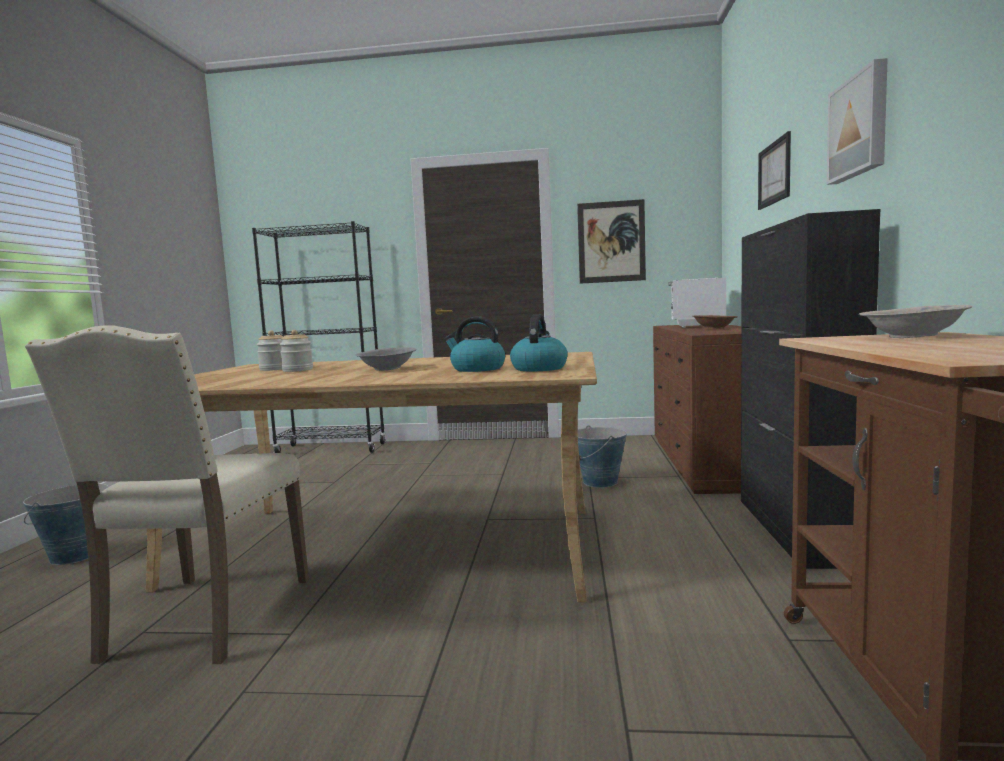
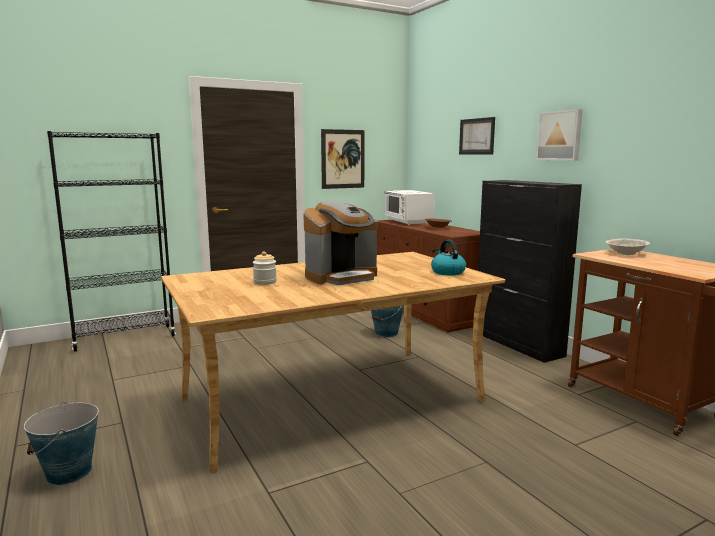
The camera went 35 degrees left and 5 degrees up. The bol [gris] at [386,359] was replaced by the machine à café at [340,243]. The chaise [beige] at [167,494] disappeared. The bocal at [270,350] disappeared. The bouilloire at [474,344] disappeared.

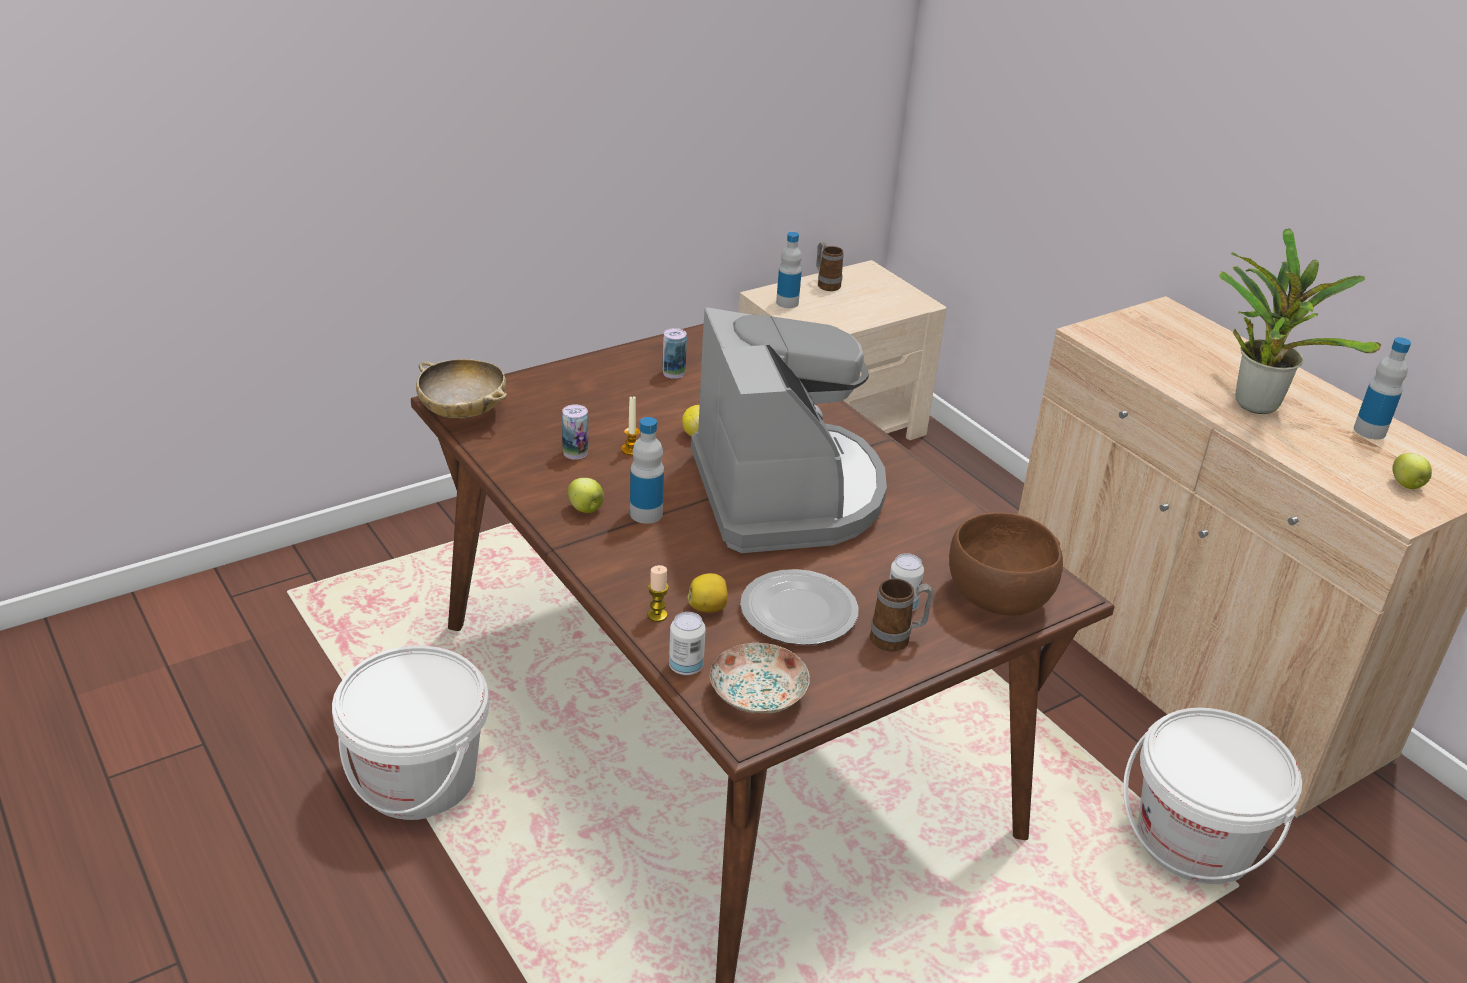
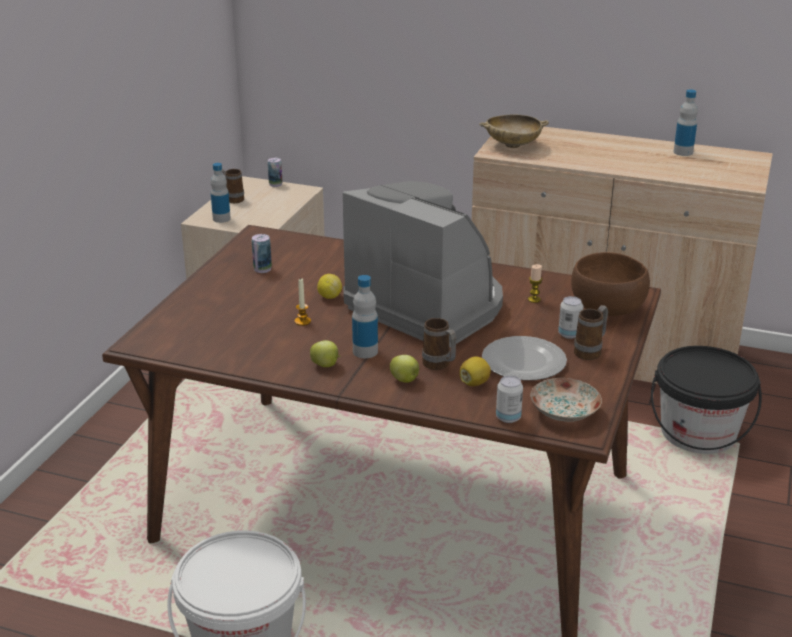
The camera went 35 degrees left and 5 degrees down. The boîte métallique moved from [575,432] to [275,172]. The pomme moved from [1412,471] to [404,369]. The mug at [439,344] appeared. The bol [beige] moved from [461,388] to [514,131]. The bougie moved from [658,593] to [535,283]. The seau [blanc] at [1212,796] became the seau [noir] at [706,400]. The plante en pot at [1300,321] disappeared.

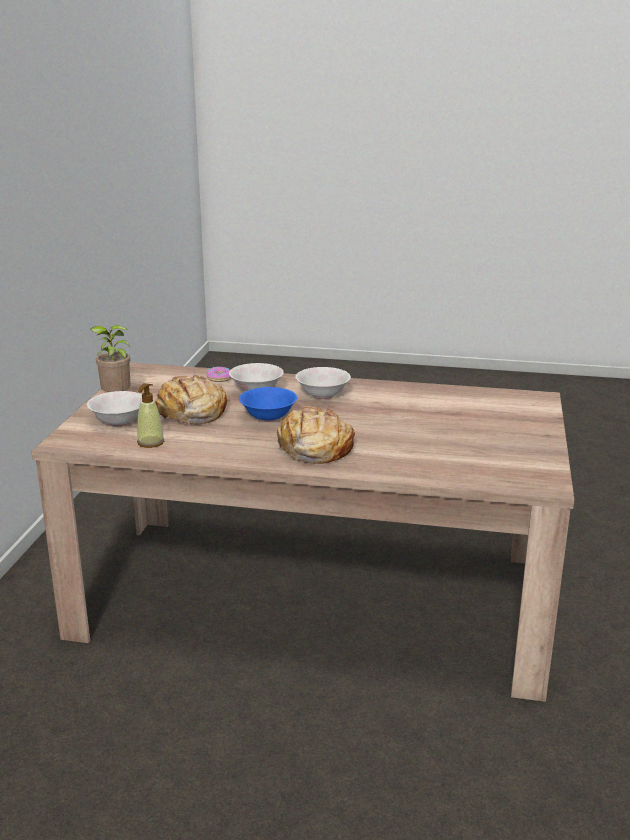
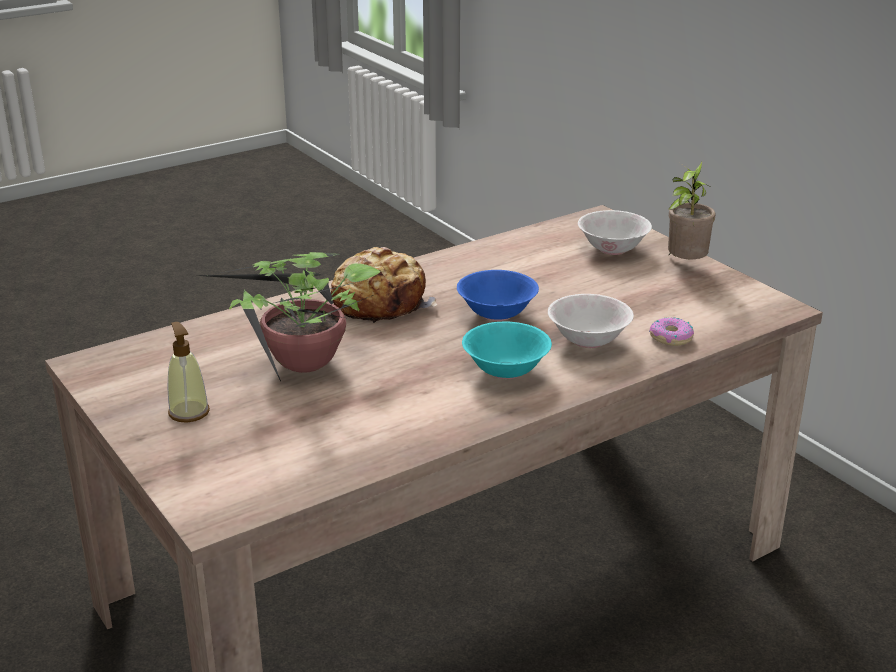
The camera went 135 degrees right and 5 degrees up. The distributeur de savon moved from [150,415] to [189,372]. The plante en pot at [287,316] appeared. The bol [blanc] at [323,383] became the bol [turquoise] at [507,350]. The pain at [191,399] disappeared.

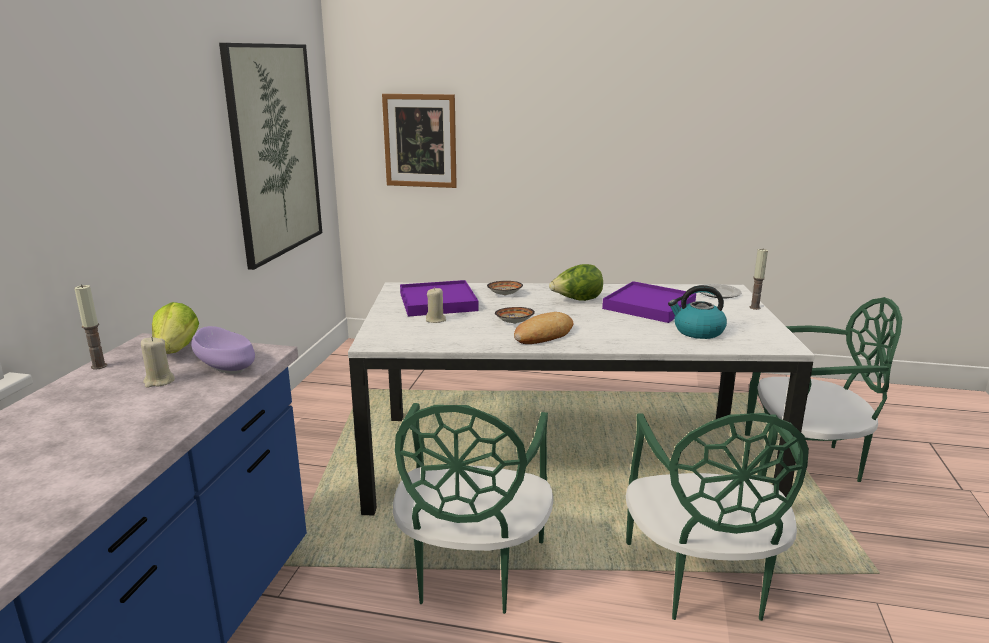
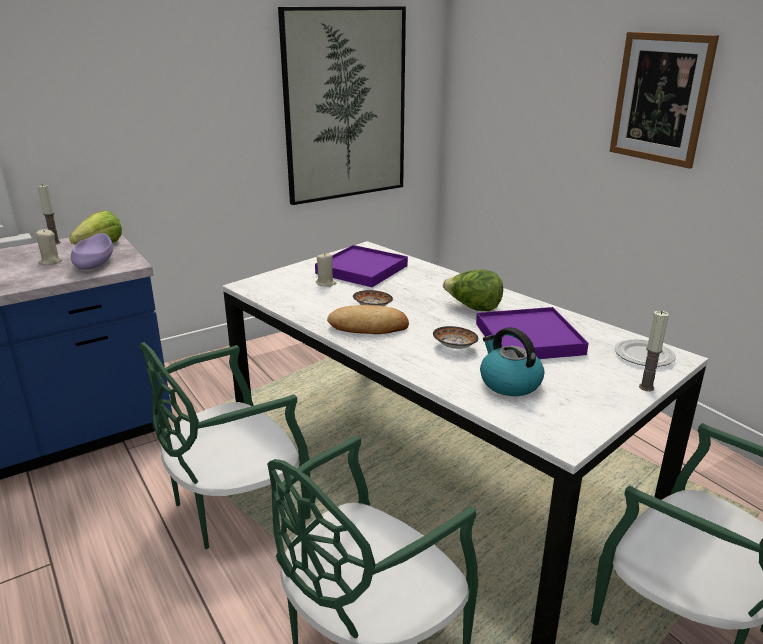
The camera went 45 degrees right and 5 degrees up. The bol moved from [505,288] to [455,337]. The tableau moved from [419,141] to [664,100].

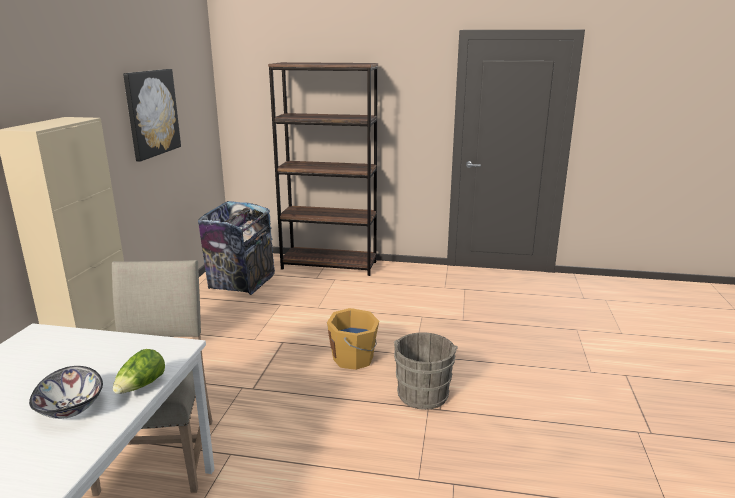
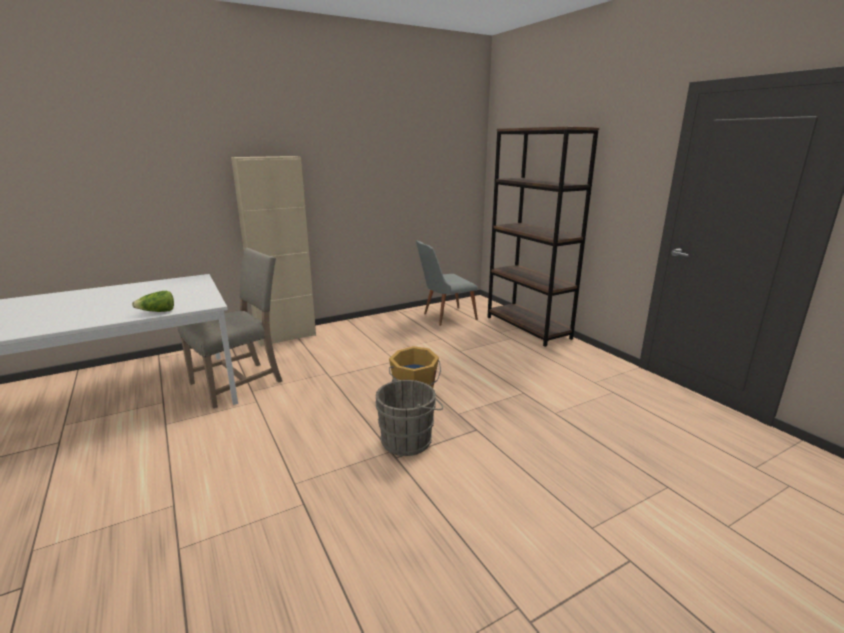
The camera went 50 degrees right and 0 degrees up. The poubelle at [236,248] was replaced by the chaise [gris] at [447,283]. The bol at [66,392] disappeared. The tableau at [152,115] disappeared.

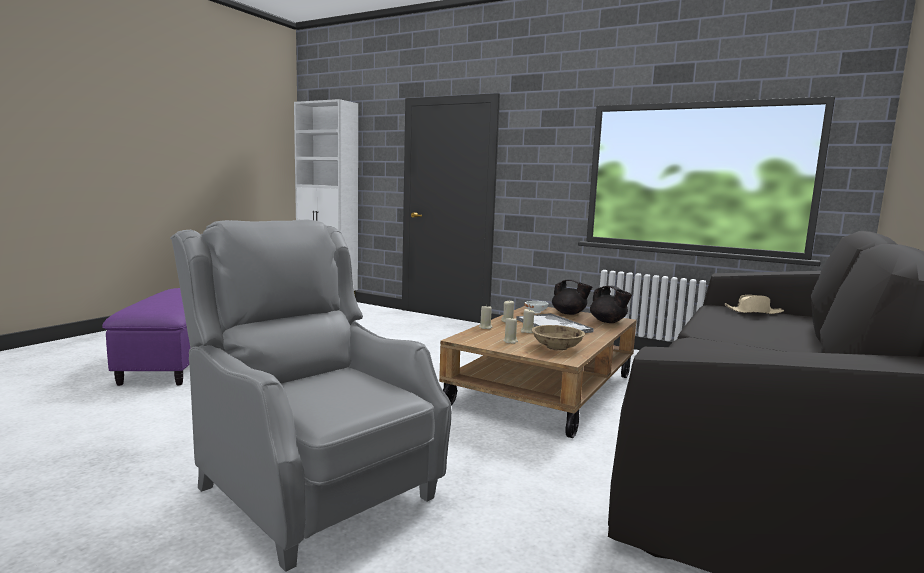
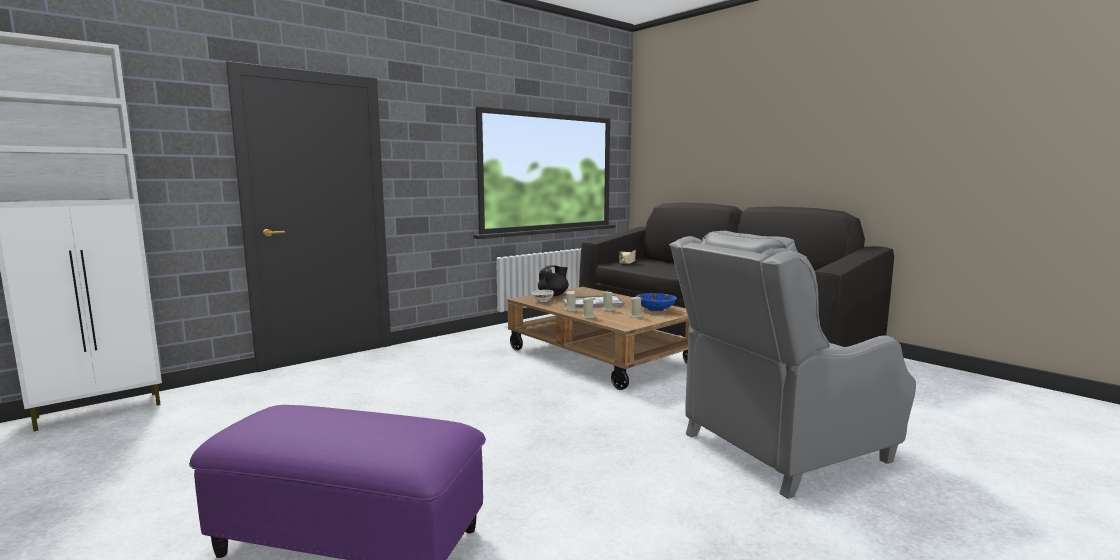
The camera went 70 degrees left and 0 degrees up. The bol [beige] at [558,338] became the bol [bleu] at [657,302]. The théière [noir] at [611,304] disappeared.

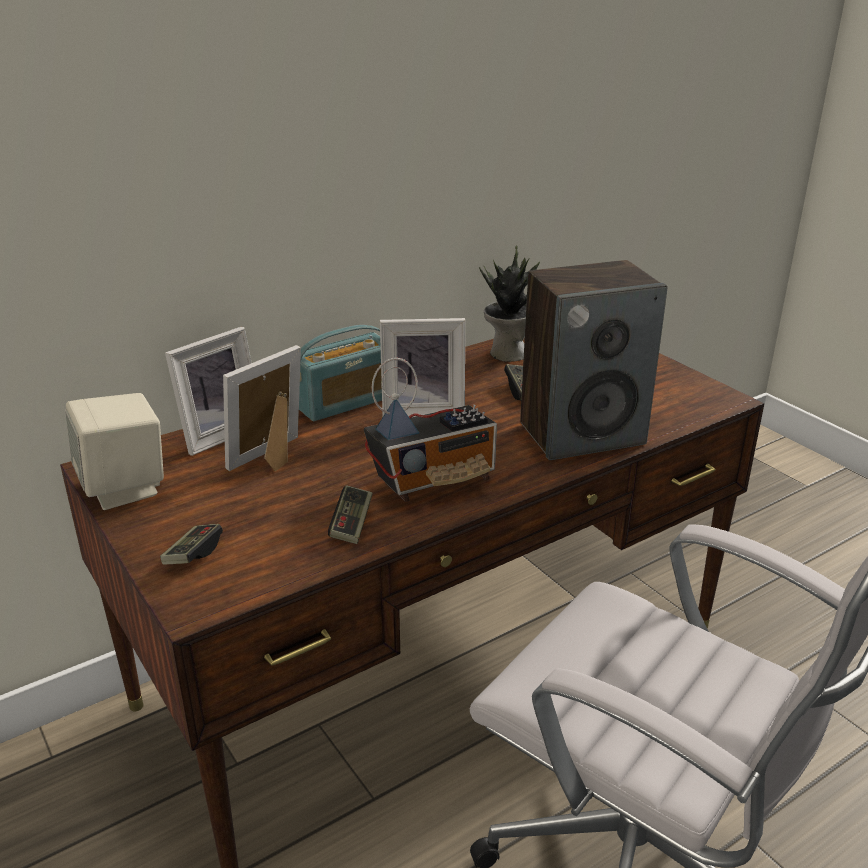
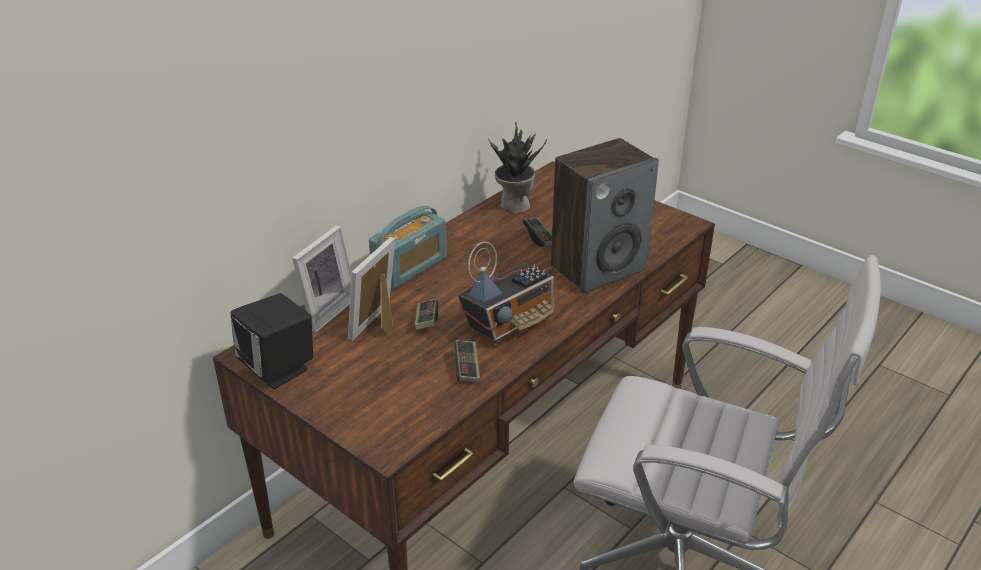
The camera went 15 degrees left and 5 degrees up. The enceinte [beige] at [114,451] became the enceinte [noir] at [272,341]. The manette moved from [191,544] to [426,314]. The cadre photo at [422,367] disappeared.

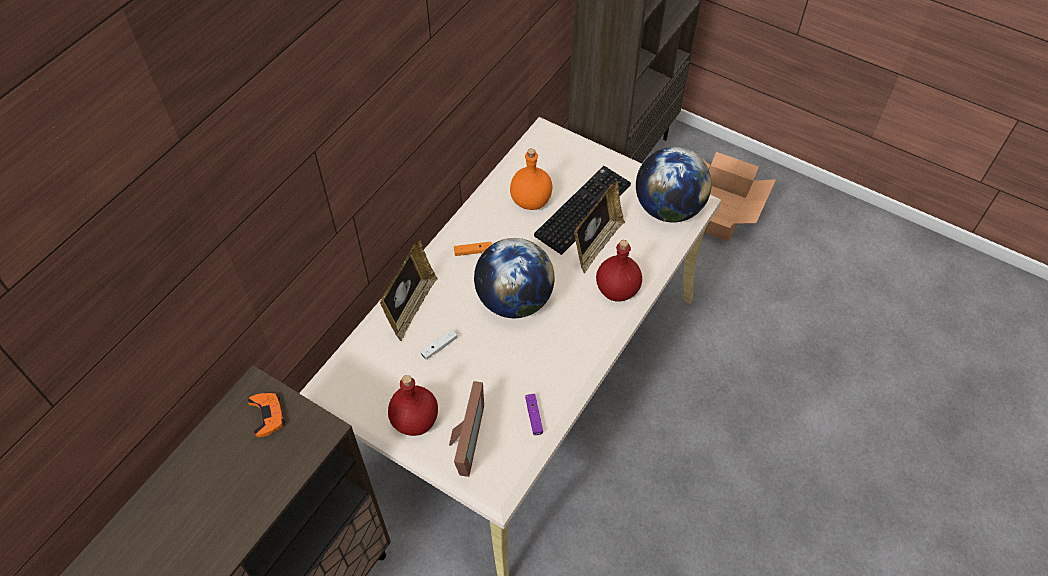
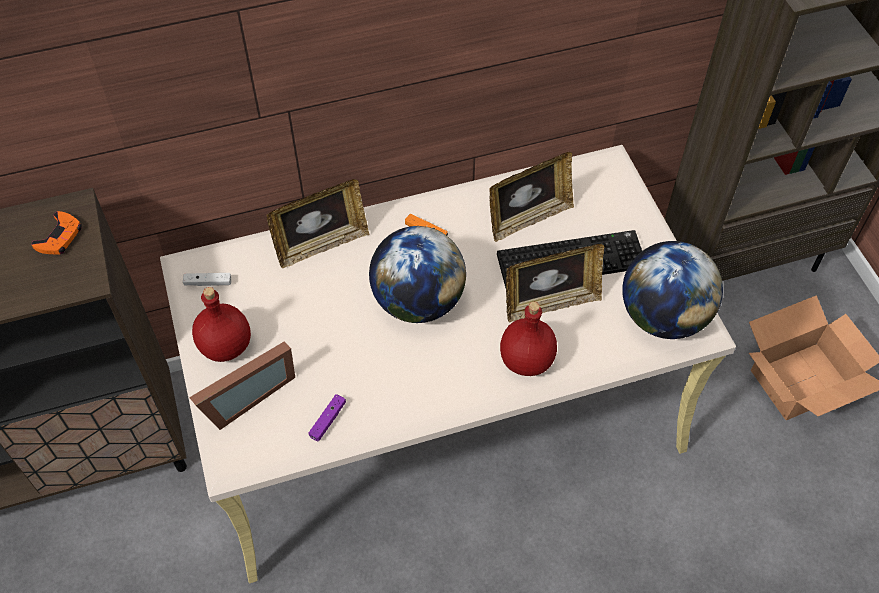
The camera went 40 degrees right and 0 degrees up. The manette [blanc] moved from [439,344] to [207,279]. The bouteille [orange] at [531,179] was replaced by the cadre photo at [531,197].

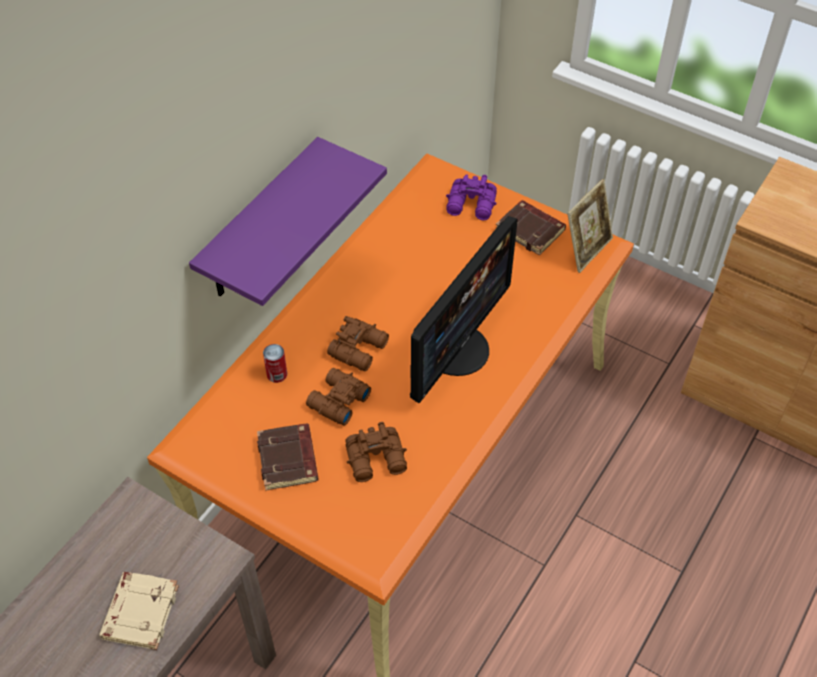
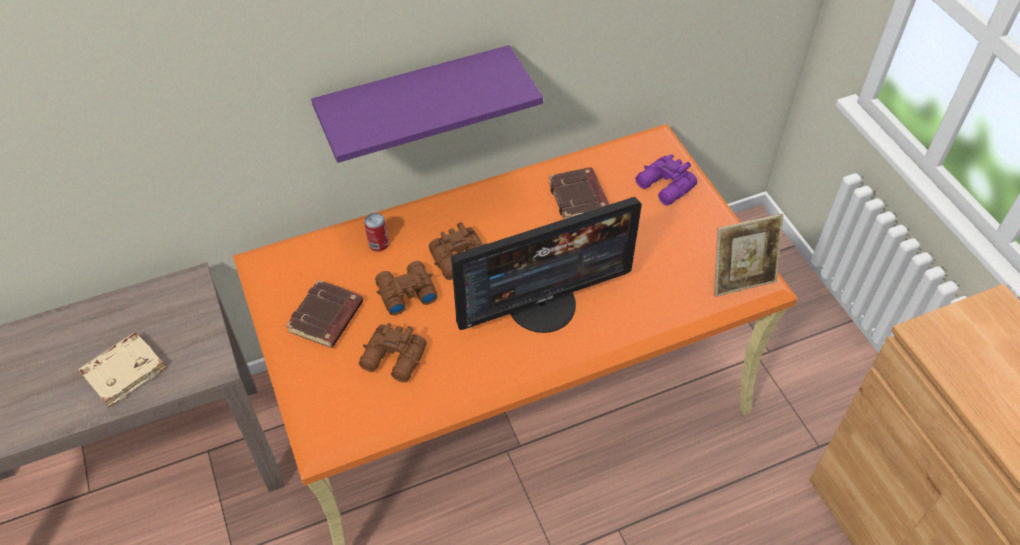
The camera went 35 degrees right and 0 degrees up. The livre [marron] moved from [531,228] to [579,193].

